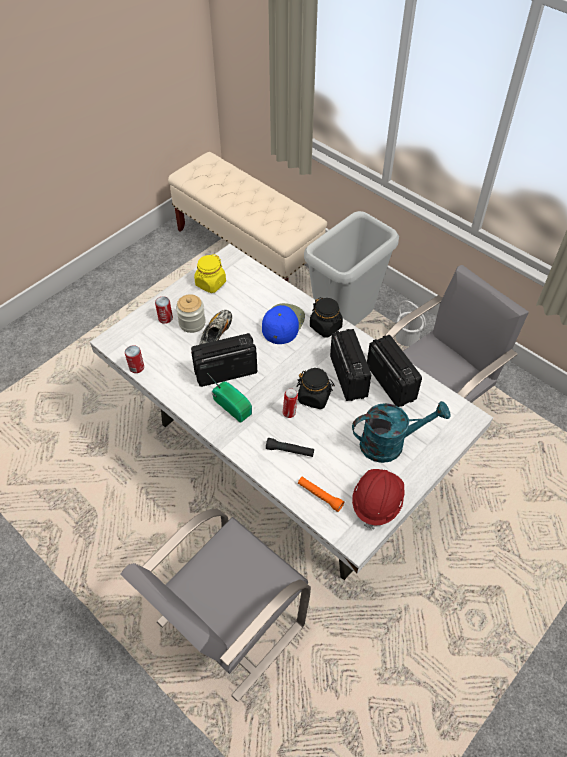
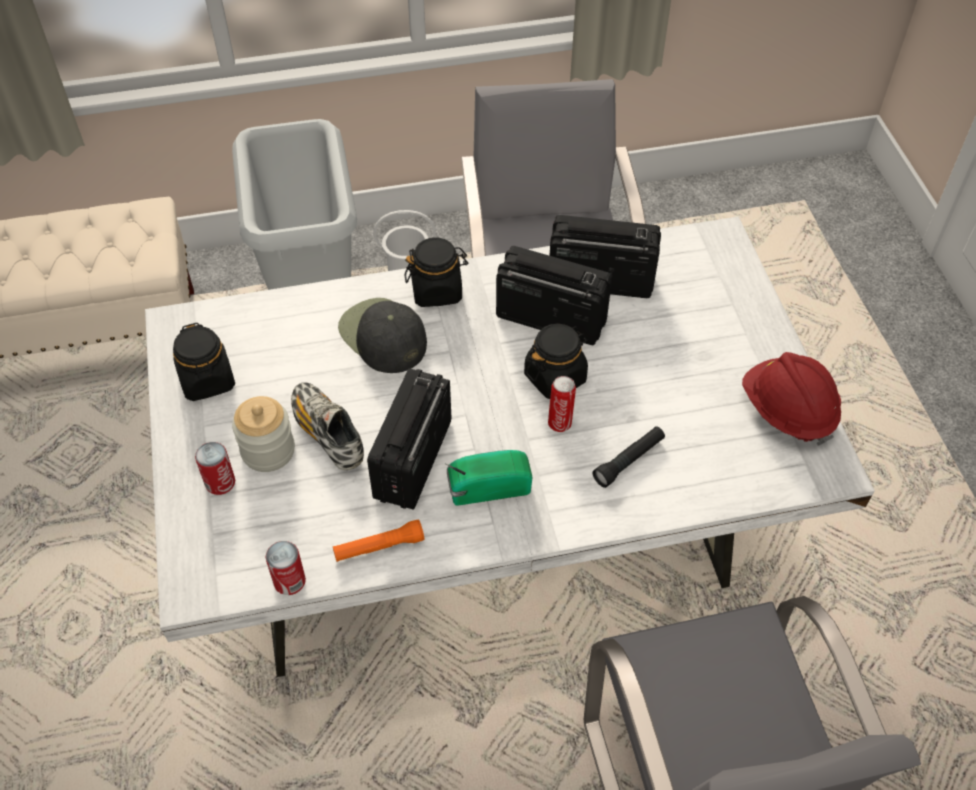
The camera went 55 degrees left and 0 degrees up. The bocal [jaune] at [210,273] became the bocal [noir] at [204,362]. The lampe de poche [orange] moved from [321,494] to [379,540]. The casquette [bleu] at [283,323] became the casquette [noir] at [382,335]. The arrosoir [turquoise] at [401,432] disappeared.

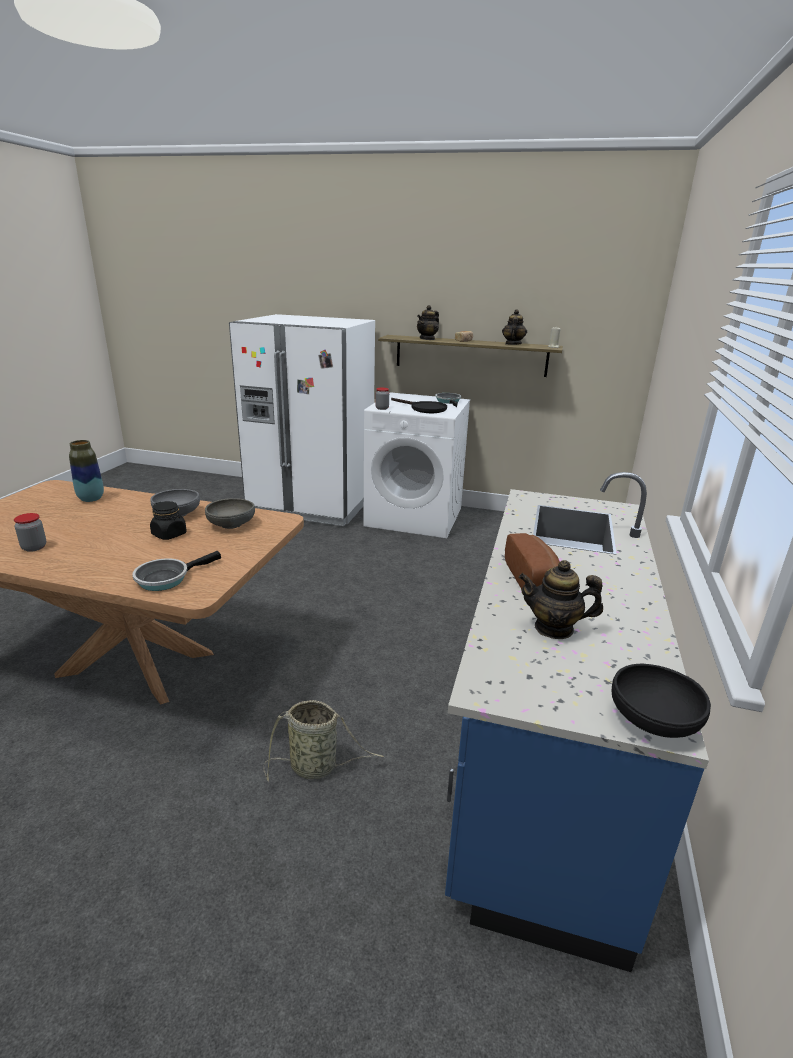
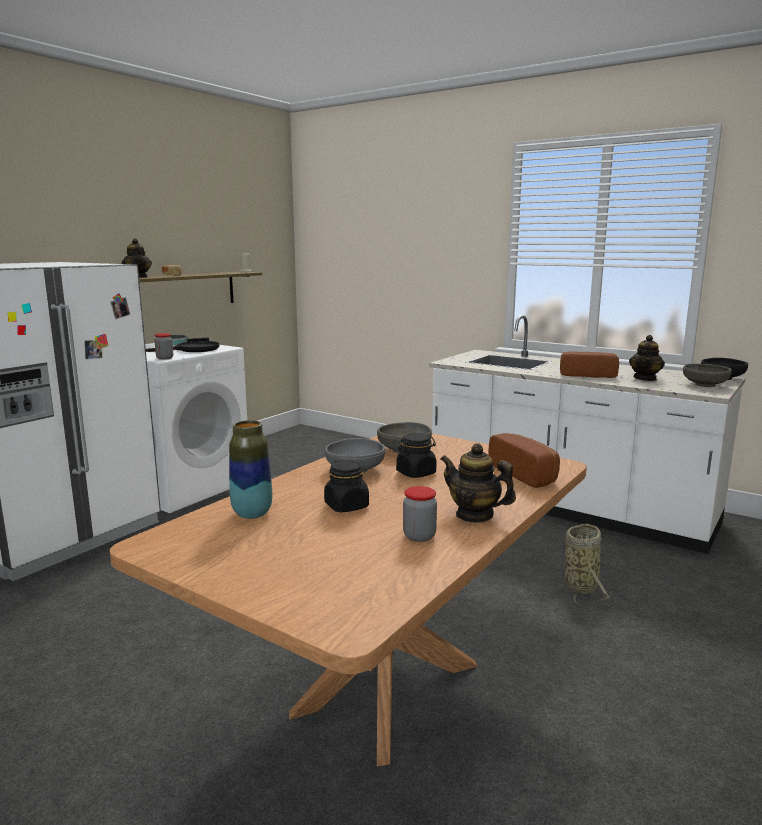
The camera went 70 degrees left and 10 degrees down. The bocal [noir] at [346,486] appeared. The comptoir de cuisine [bleu] at [577,722] became the comptoir de cuisine [blanc] at [587,434]. The théière moved from [514,327] to [478,483]. The poêle at [176,571] was replaced by the pain at [524,460]. The bol [gris] at [707,375] appeared.

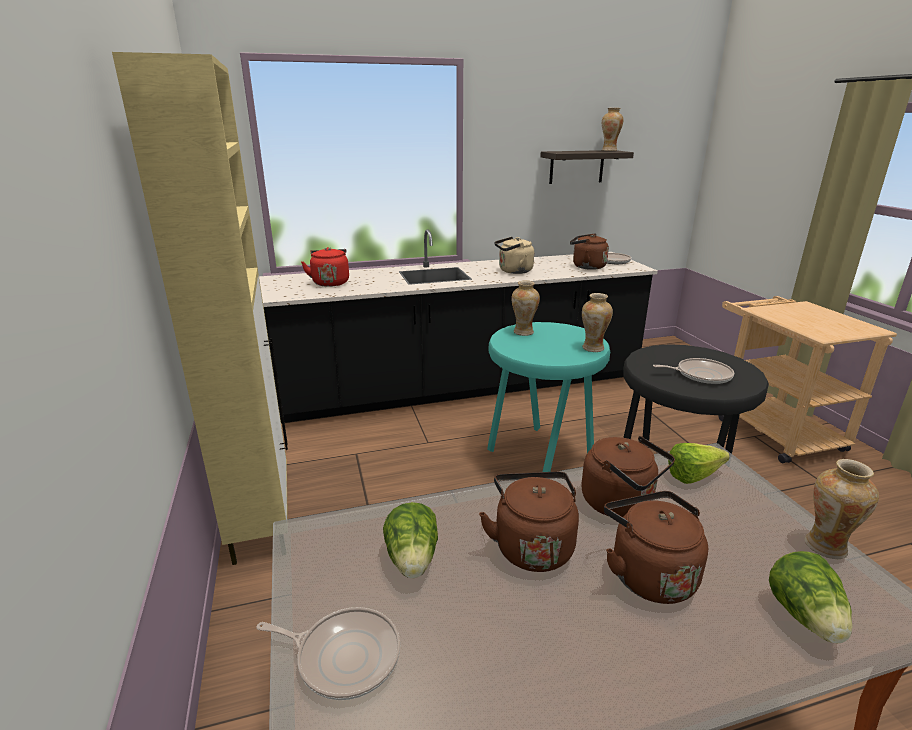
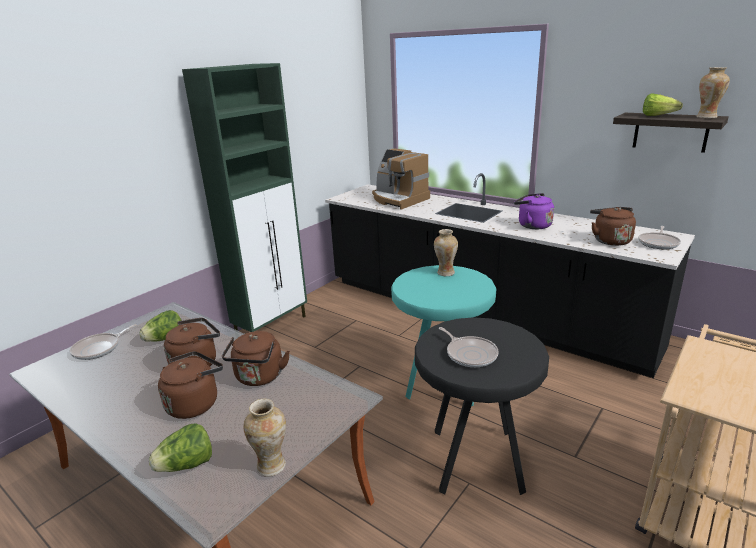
The camera went 55 degrees right and 0 degrees up. The poêle at [328,653] turned 60 degrees clockwise. The meuble de rangement [beige] at [200,308] became the meuble de rangement [vert] at [244,197]. The bouilloire [rouge] at [325,267] was replaced by the machine à café at [401,179]. The bouilloire [beige] at [514,255] became the bouilloire [violet] at [534,211]. The laitue moved from [699,463] to [663,105]. The vase at [597,322] disappeared.

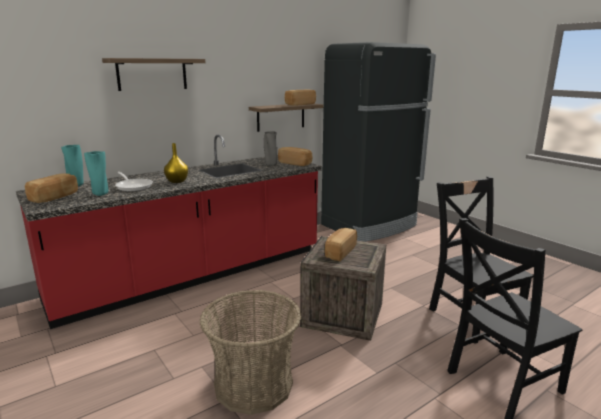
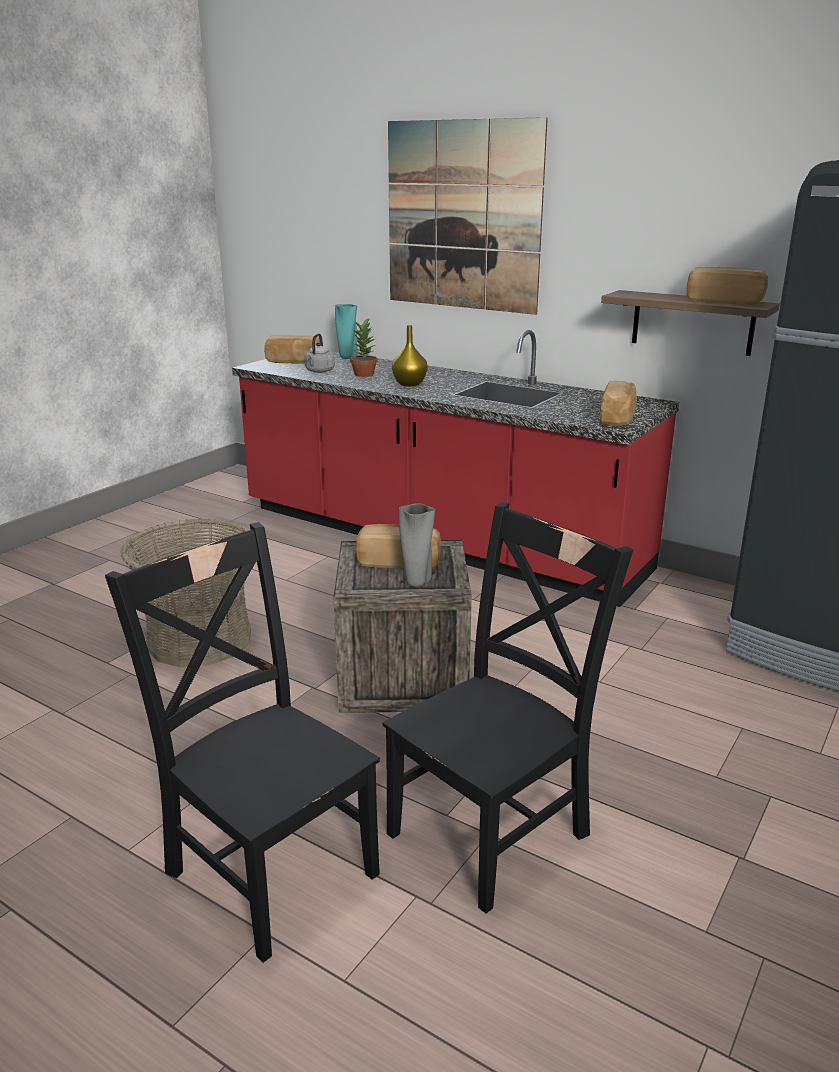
The camera went 70 degrees right and 5 degrees up. The vase [turquoise] at [96,173] was replaced by the bouilloire [gris] at [319,353]. The poêle at [134,182] was replaced by the plante en pot at [363,347]. The étagère at [154,74] was replaced by the tableau at [468,216]. The vase [gris] moved from [271,148] to [417,545].

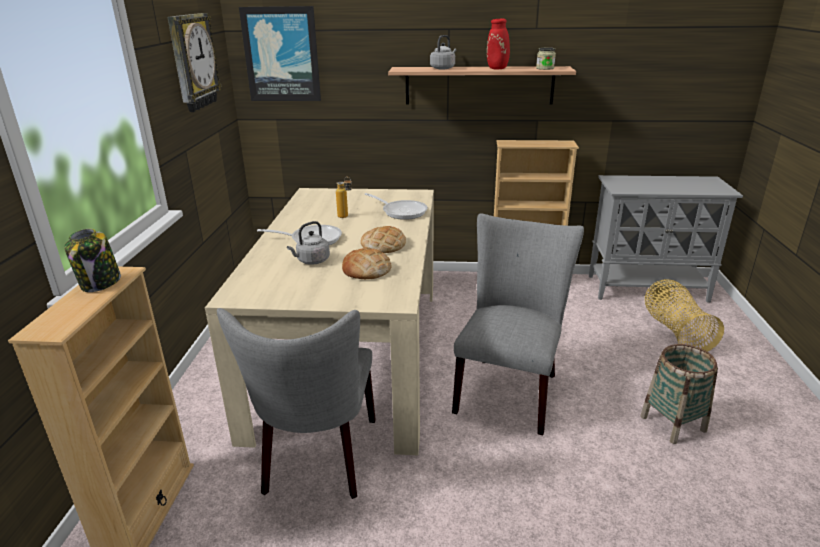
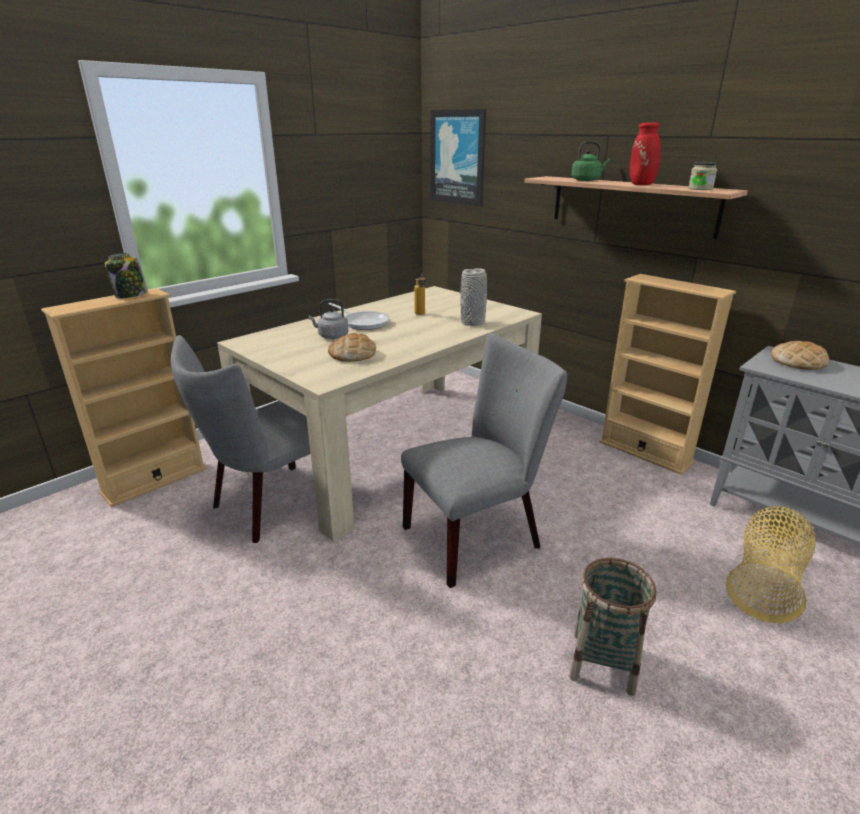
The camera went 40 degrees right and 0 degrees up. The poêle at [396,206] was replaced by the vase [gris] at [473,297]. The bouilloire [gris] at [443,52] became the bouilloire [vert] at [590,161]. The pain moved from [383,239] to [800,355]. The horloge murale at [194,62] disappeared.

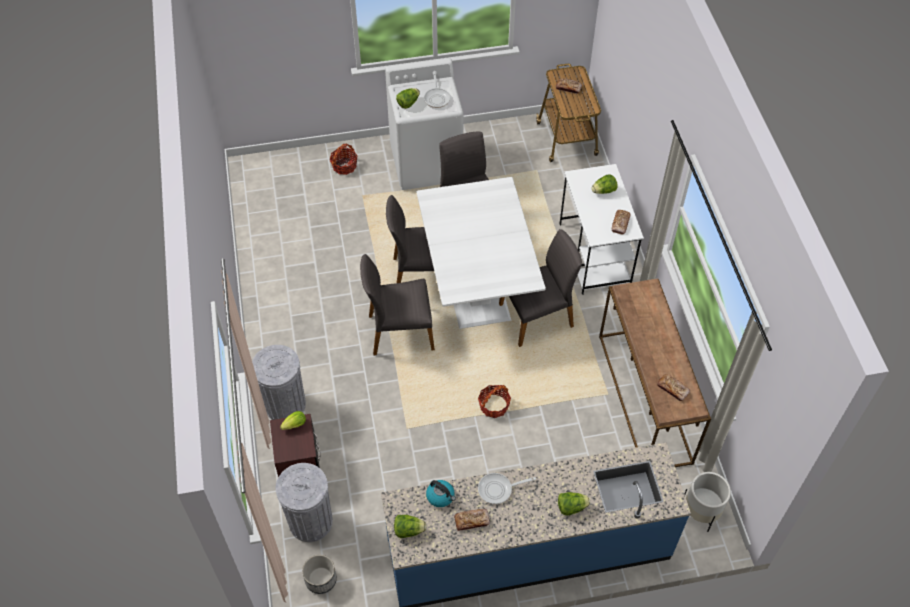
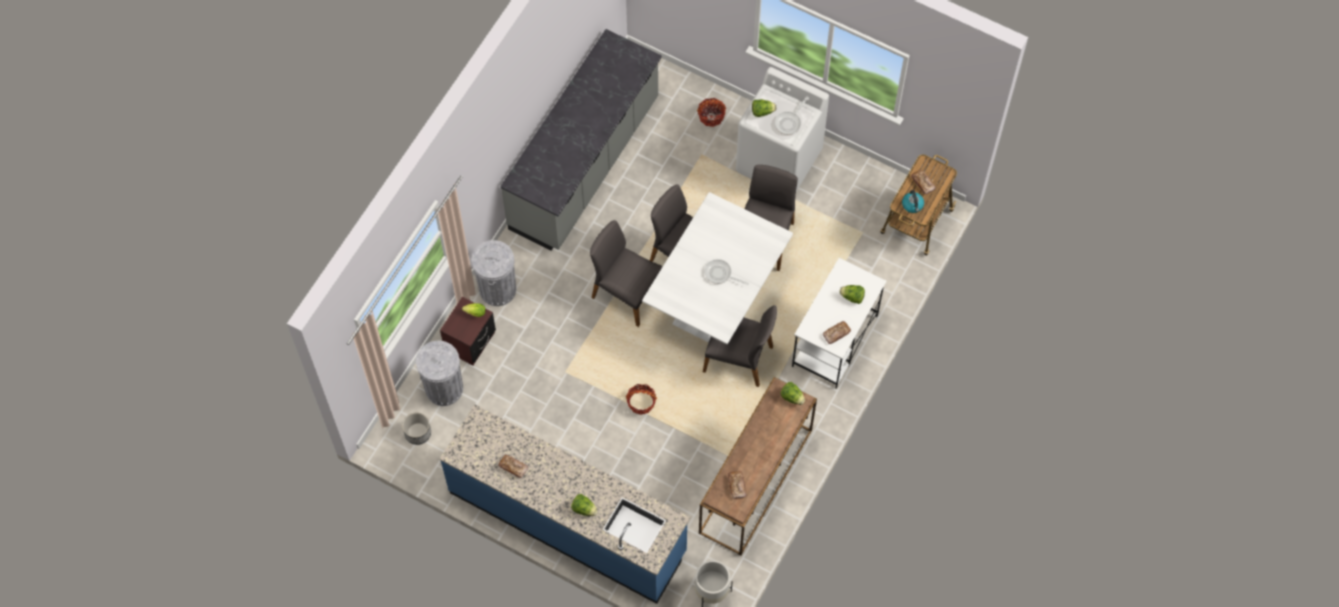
The camera went 40 degrees right and 10 degrees up. The comptoir de cuisine [gris] at [581,140] appeared. The poêle moved from [507,488] to [727,272]. The laitue moved from [410,526] to [792,393]. The bouilloire moved from [441,493] to [913,201].

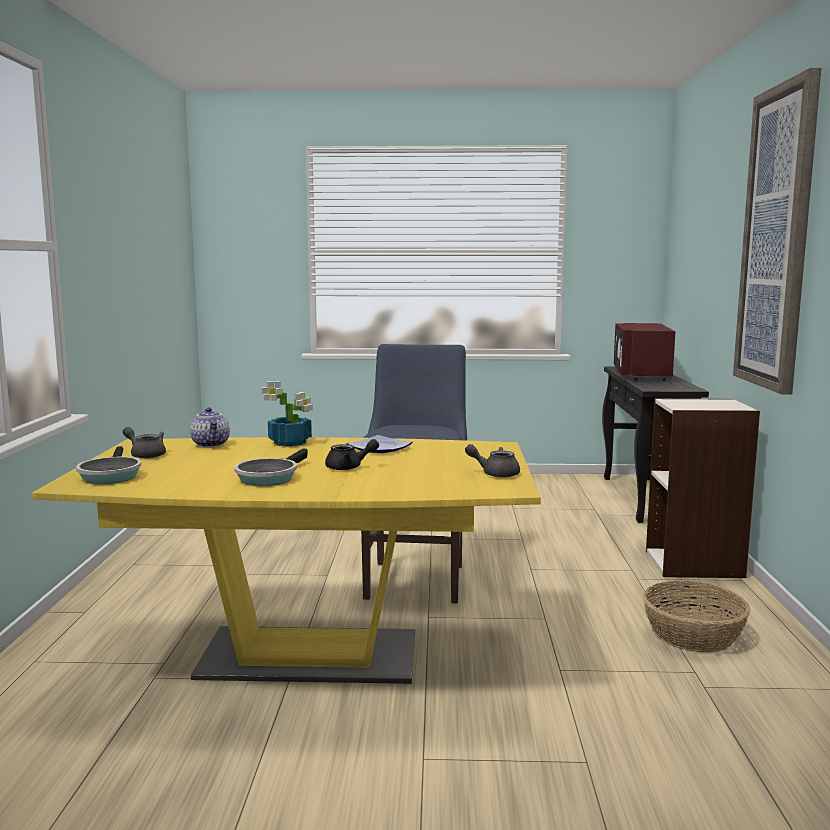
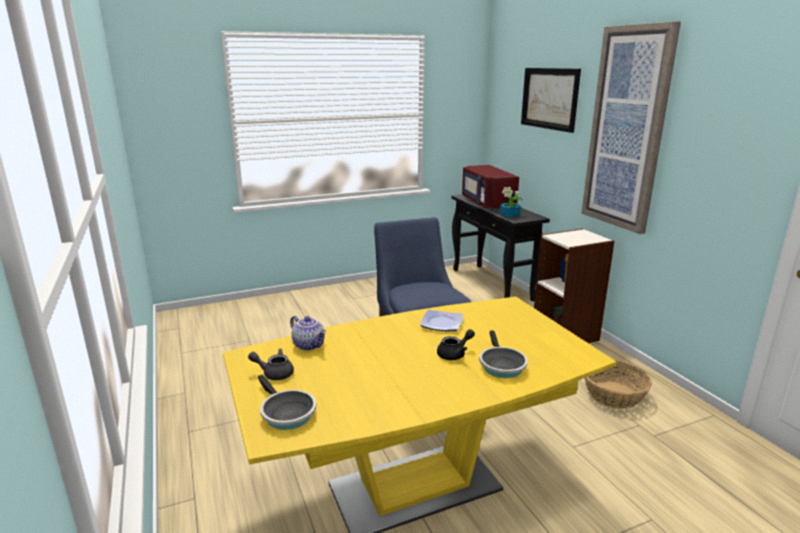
The camera went 25 degrees left and 10 degrees up. The poêle moved from [271,467] to [503,354]. The plante en pot moved from [287,414] to [511,202]. The tableau at [551,100] appeared. The théière [gris] at [492,461] disappeared.

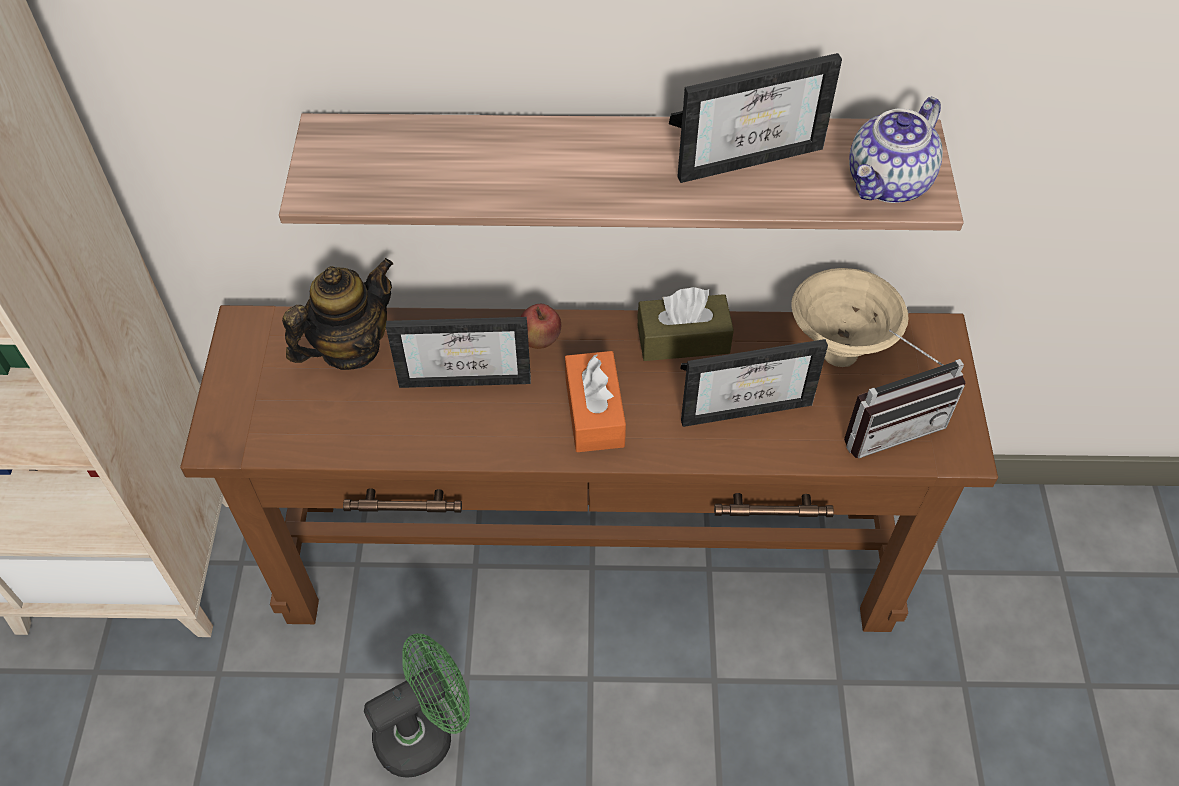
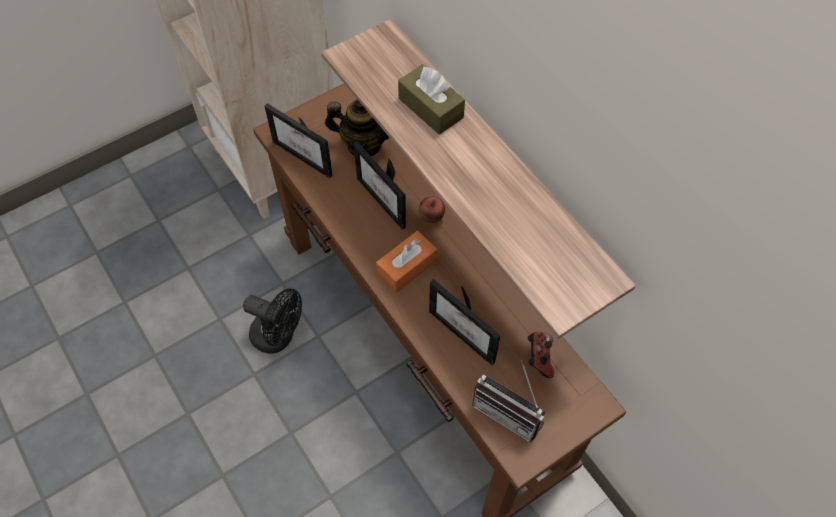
The camera went 55 degrees right and 5 degrees up. The ventilateur [vert] at [417,705] became the ventilateur [noir] at [272,321]. The cadre photo moved from [755,118] to [298,140]. The boîte à mouchoirs [marron] moved from [685,324] to [431,99]. The bol [beige] at [849,317] was replaced by the manette at [541,355]. The théière at [896,150] disappeared.

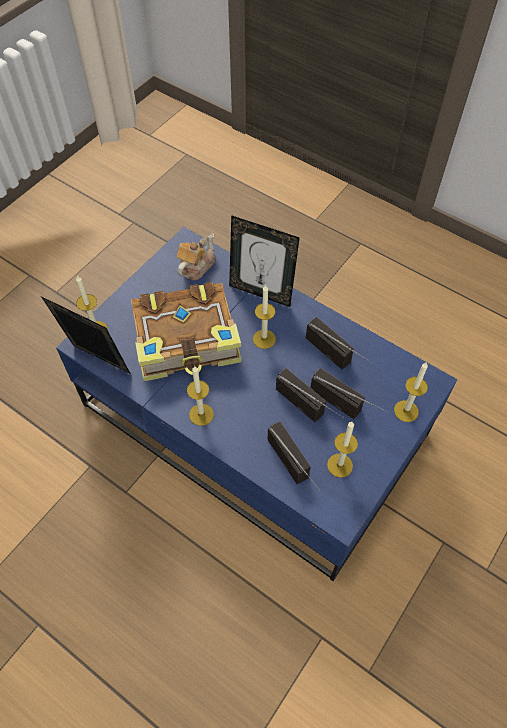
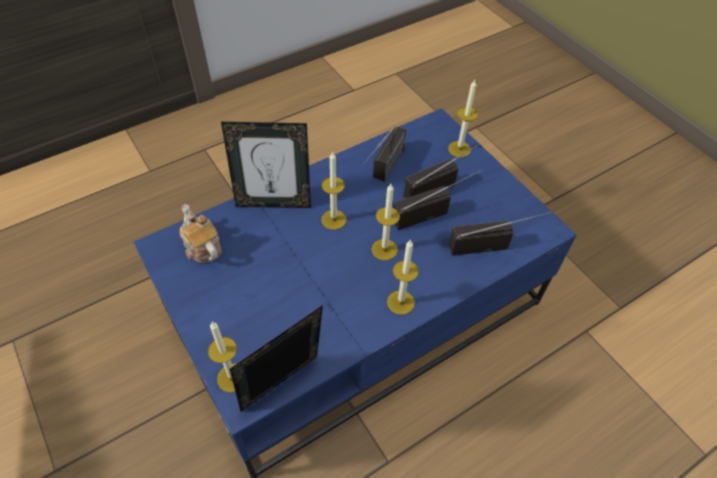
The camera went 70 degrees left and 5 degrees down. The cadre photo at [264,261] turned 45 degrees clockwise. The radio at [338,343] turned 135 degrees clockwise. The bougie moved from [342,450] to [385,222]. The livre at [186,331] disappeared.

